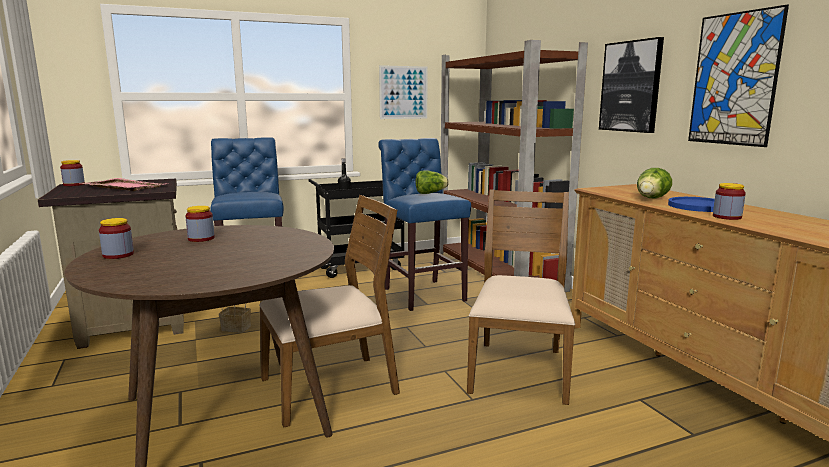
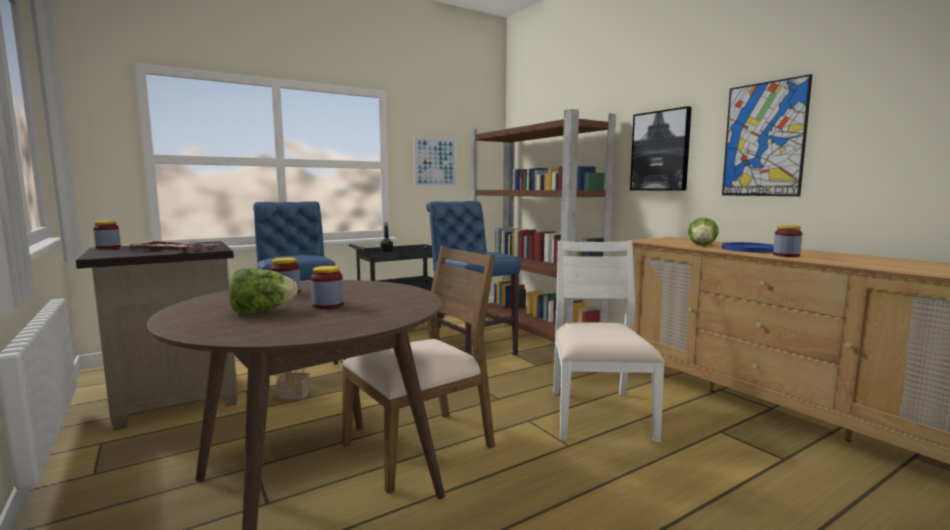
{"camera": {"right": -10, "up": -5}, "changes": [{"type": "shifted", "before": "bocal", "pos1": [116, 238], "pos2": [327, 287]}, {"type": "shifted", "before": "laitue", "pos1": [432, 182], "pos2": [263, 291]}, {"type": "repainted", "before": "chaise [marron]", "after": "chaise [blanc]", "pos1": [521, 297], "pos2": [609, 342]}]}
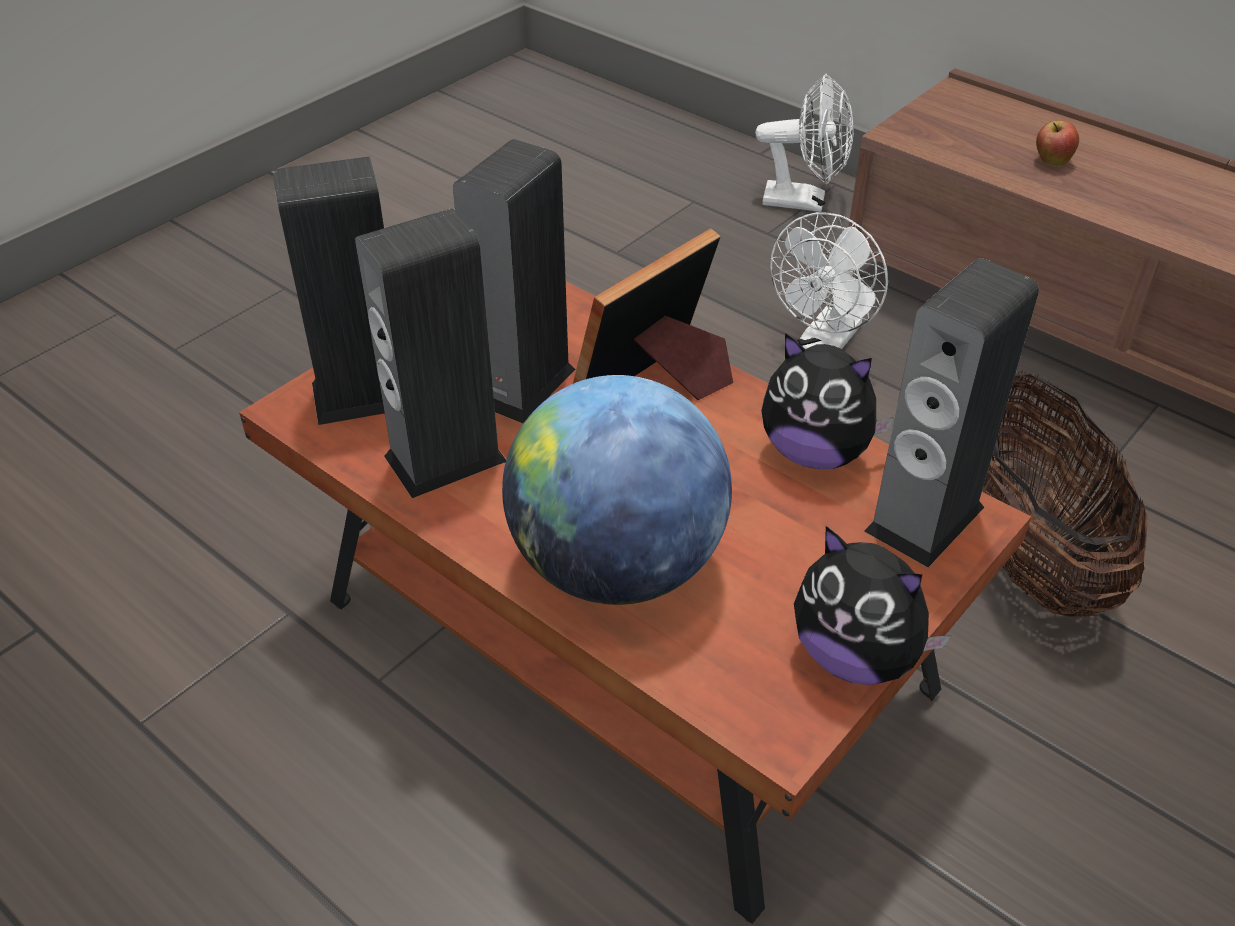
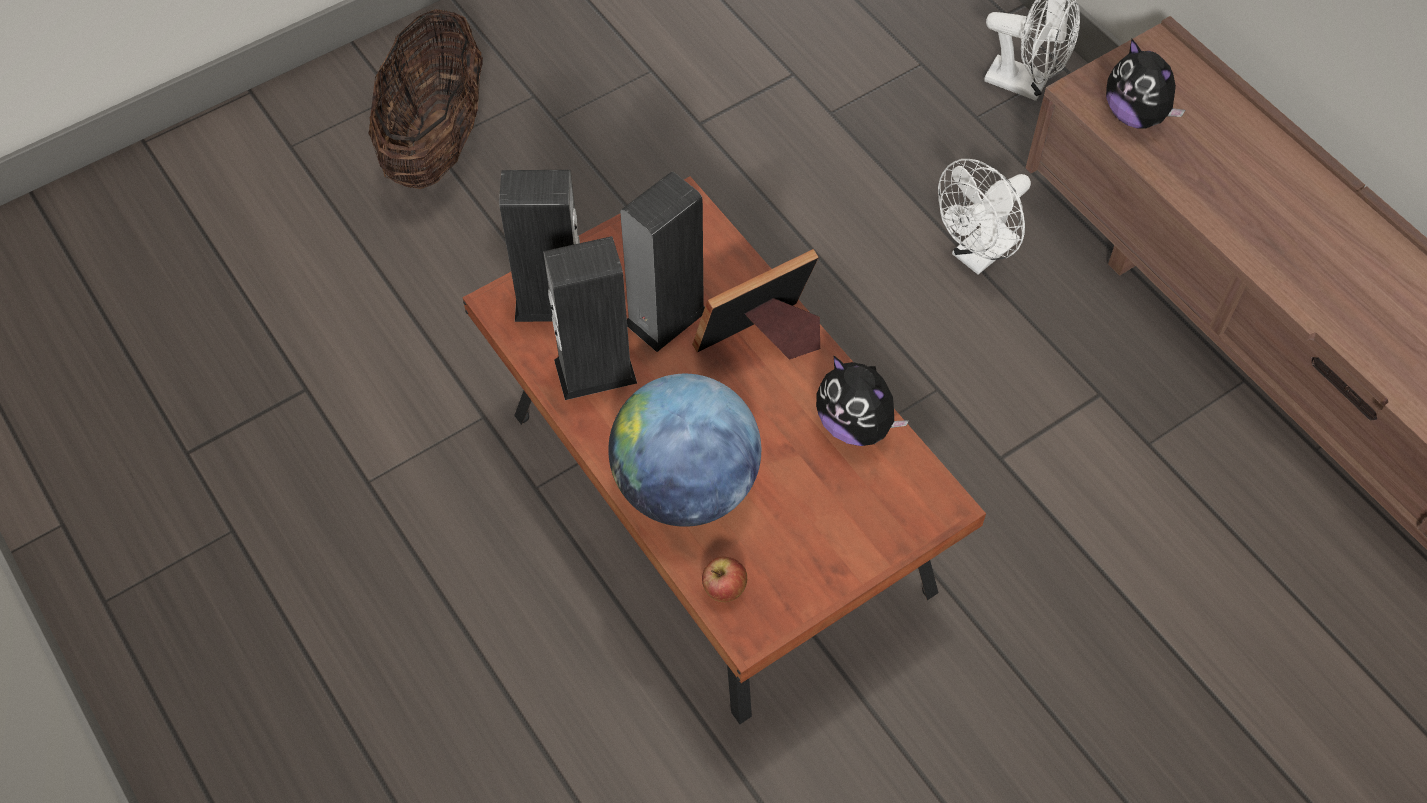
{"camera": {"right": 15, "up": 15}, "changes": [{"type": "shifted", "before": "peluche", "pos1": [872, 605], "pos2": [1145, 84]}, {"type": "gone", "before": "enceinte", "pos1": [951, 412]}, {"type": "shifted", "before": "panier", "pos1": [1065, 494], "pos2": [425, 99]}, {"type": "shifted", "before": "pomme", "pos1": [1057, 144], "pos2": [724, 579]}]}
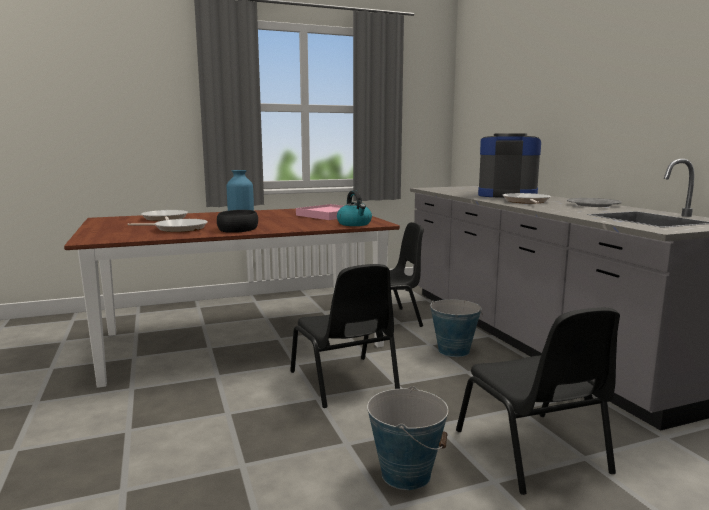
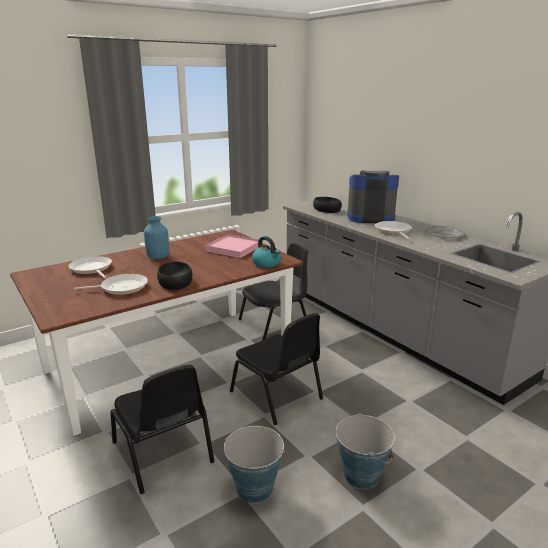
{"camera": {"right": -15, "up": 10}, "changes": [{"type": "shifted", "before": "seau", "pos1": [456, 328], "pos2": [254, 464]}, {"type": "shifted", "before": "chaise [noir]", "pos1": [538, 401], "pos2": [162, 429]}, {"type": "new", "after": "bol [noir]", "pos2": [327, 205]}]}
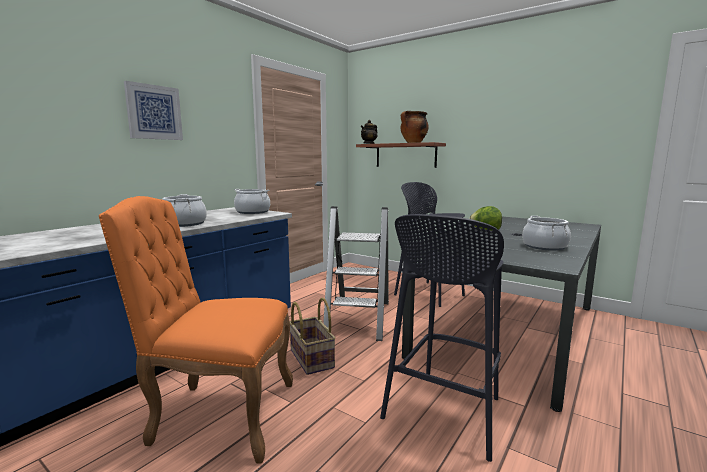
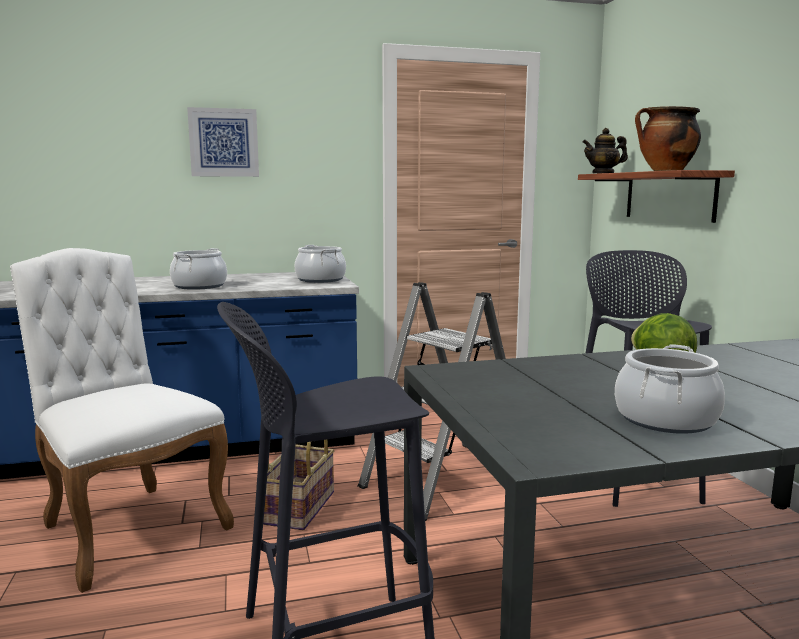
{"camera": {"right": 40, "up": 0}, "changes": [{"type": "repainted", "before": "chaise [orange]", "after": "chaise [blanc]", "pos1": [196, 329], "pos2": [122, 420]}]}
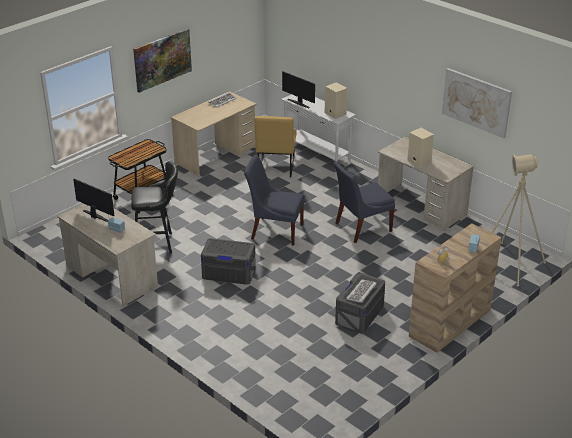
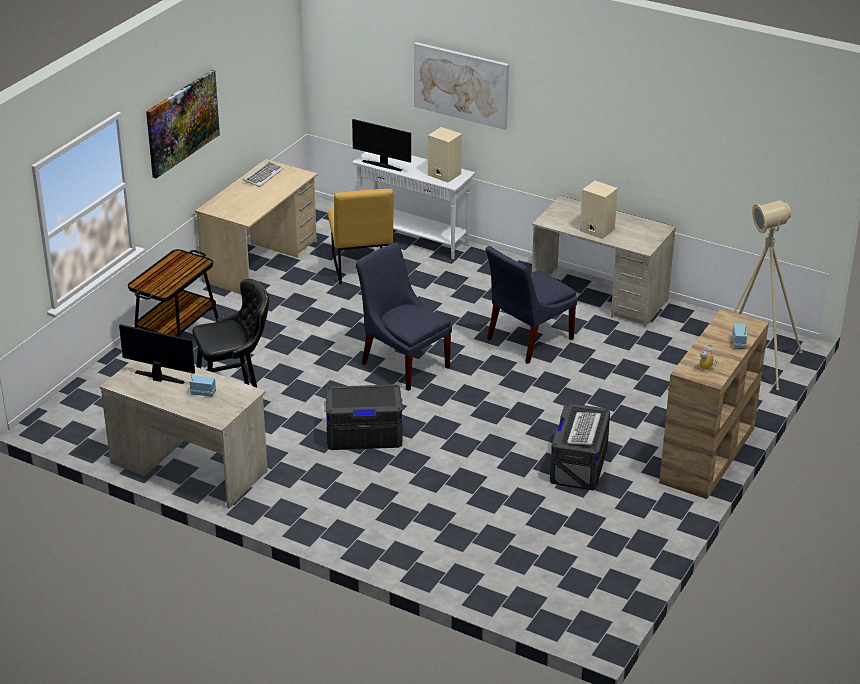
{"camera": {"right": -15, "up": 0}, "changes": [{"type": "rotated", "before": "chaise [bleu]", "pos1": [274, 200], "pos2": [404, 317], "turn": 45}, {"type": "shifted", "before": "tableau", "pos1": [477, 103], "pos2": [461, 86]}]}
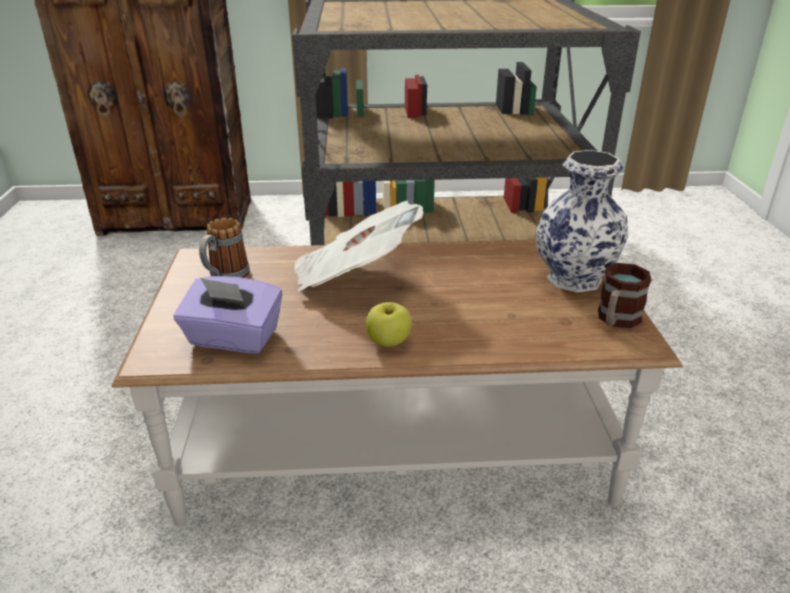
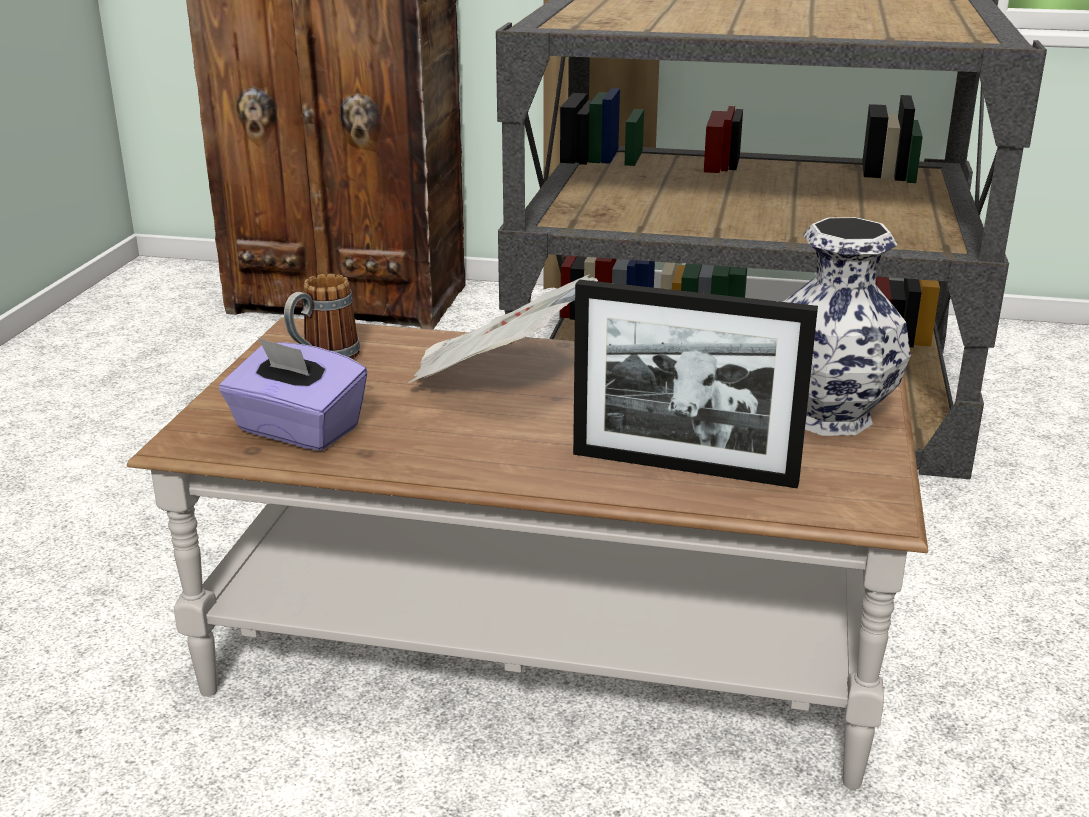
{"camera": {"right": 15, "up": -5}, "changes": [{"type": "gone", "before": "pomme", "pos1": [389, 324]}, {"type": "gone", "before": "mug", "pos1": [624, 295]}, {"type": "new", "after": "cadre photo", "pos2": [695, 384]}]}
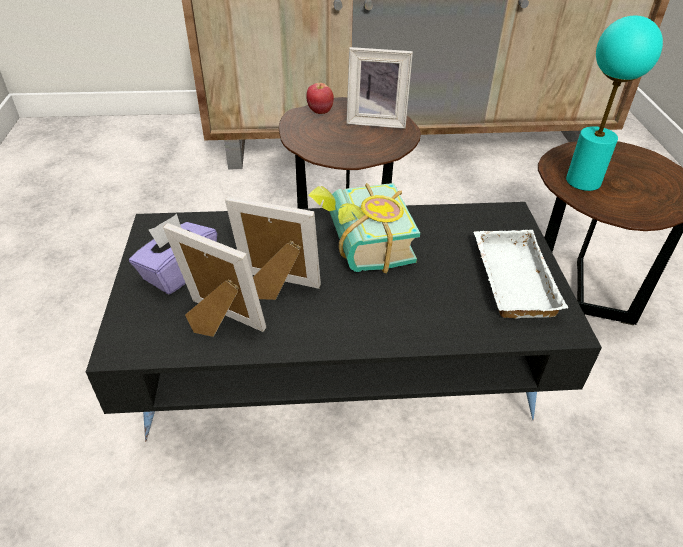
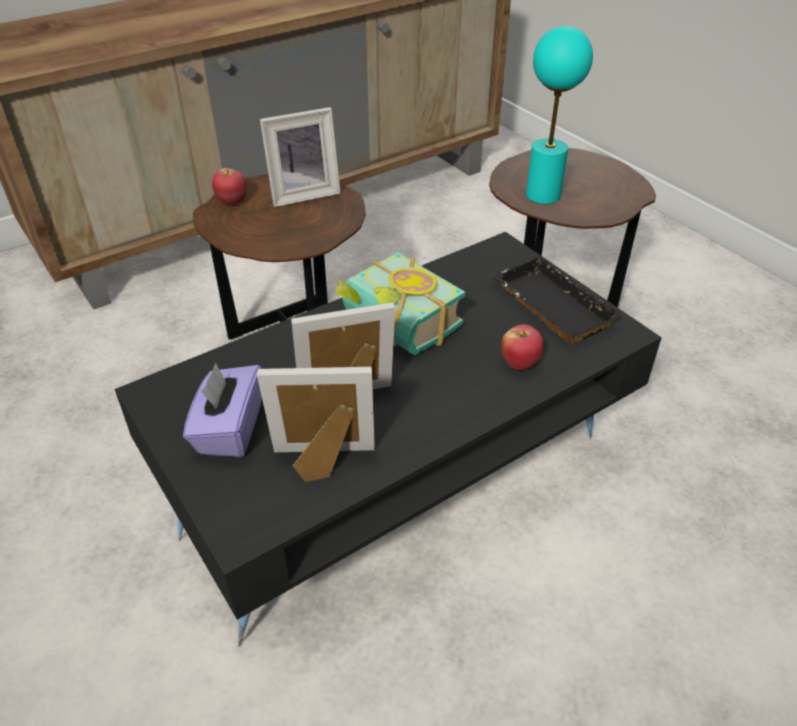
{"camera": {"right": -30, "up": 0}, "changes": [{"type": "repainted", "before": "plateau [blanc]", "after": "plateau [noir]", "pos1": [521, 274], "pos2": [557, 299]}, {"type": "new", "after": "pomme", "pos2": [522, 347]}]}
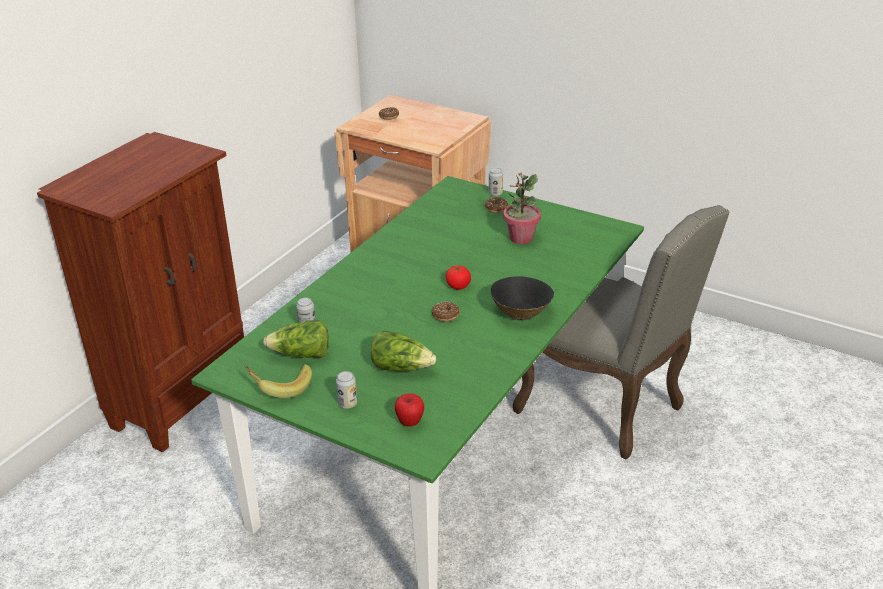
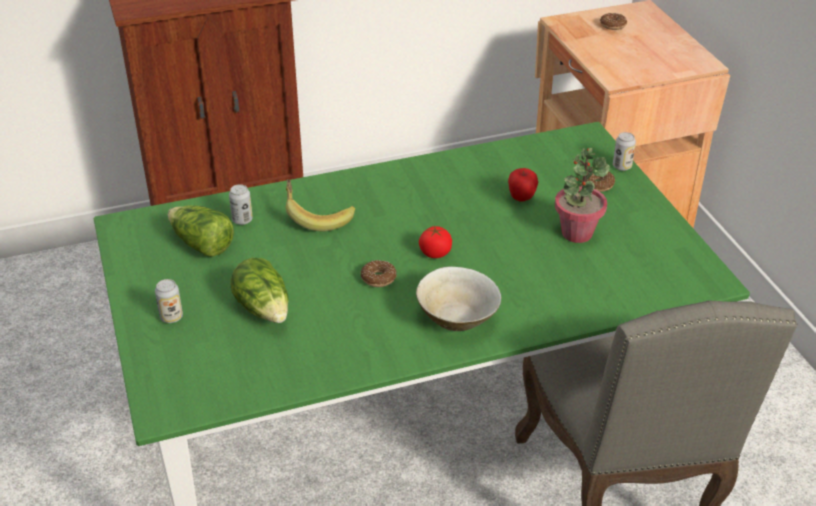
{"camera": {"right": 40, "up": 5}, "changes": [{"type": "shifted", "before": "banane", "pos1": [278, 381], "pos2": [320, 205]}, {"type": "shifted", "before": "pomme", "pos1": [409, 409], "pos2": [523, 185]}, {"type": "repainted", "before": "bol [noir]", "after": "bol [beige]", "pos1": [522, 298], "pos2": [458, 298]}]}
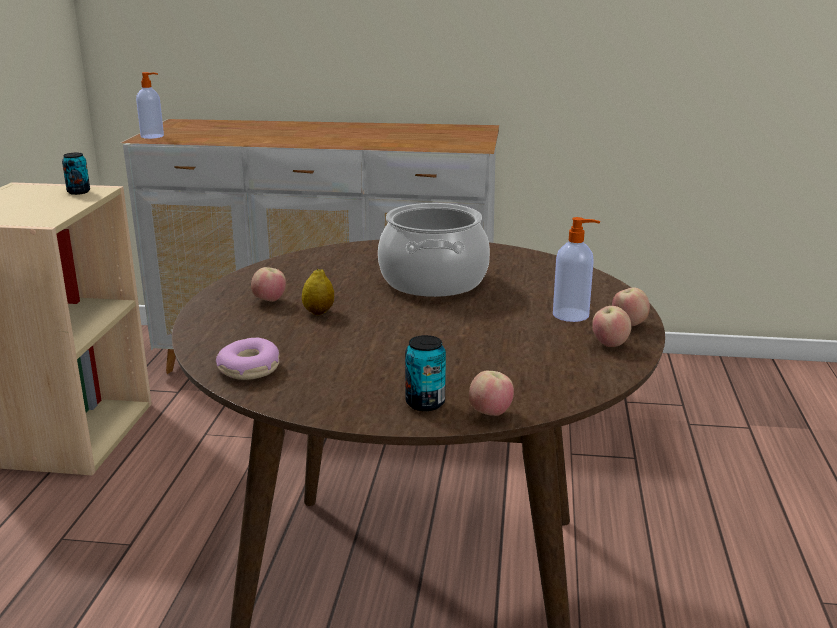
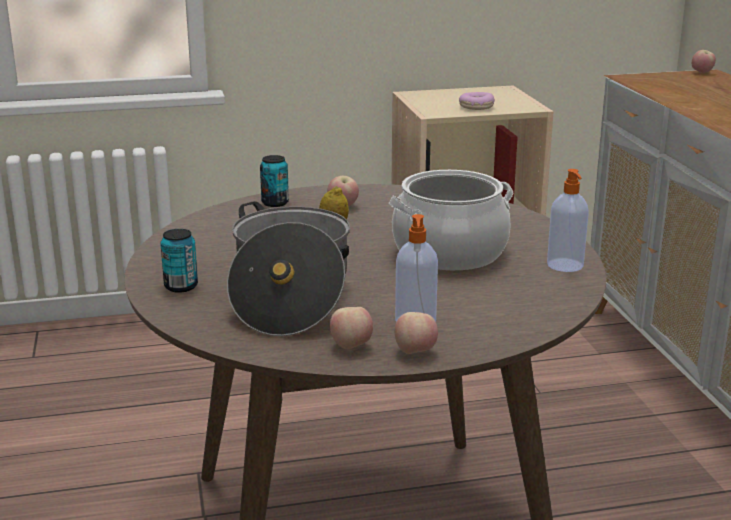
{"camera": {"right": 70, "up": 0}, "changes": [{"type": "shifted", "before": "boîte métallique", "pos1": [76, 174], "pos2": [274, 181]}, {"type": "shifted", "before": "distributeur de savon", "pos1": [150, 105], "pos2": [568, 220]}, {"type": "shifted", "before": "beignet", "pos1": [247, 359], "pos2": [477, 101]}, {"type": "shifted", "before": "pomme", "pos1": [491, 393], "pos2": [704, 61]}, {"type": "new", "after": "marmite", "pos2": [288, 268]}]}
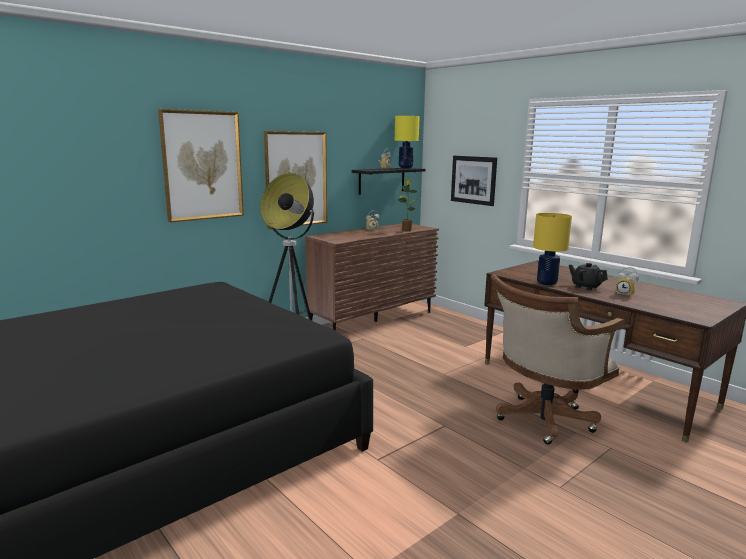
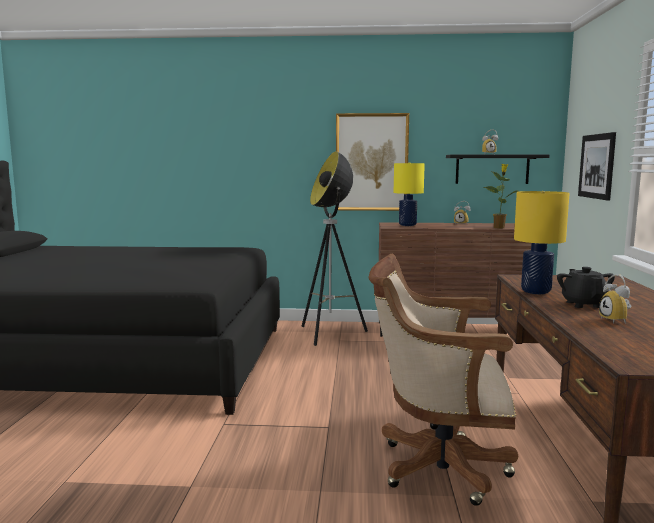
{"camera": {"right": 45, "up": -5}, "changes": [{"type": "gone", "before": "tableau", "pos1": [201, 166]}, {"type": "shifted", "before": "lampe de table [jaune]", "pos1": [407, 141], "pos2": [409, 194]}]}
